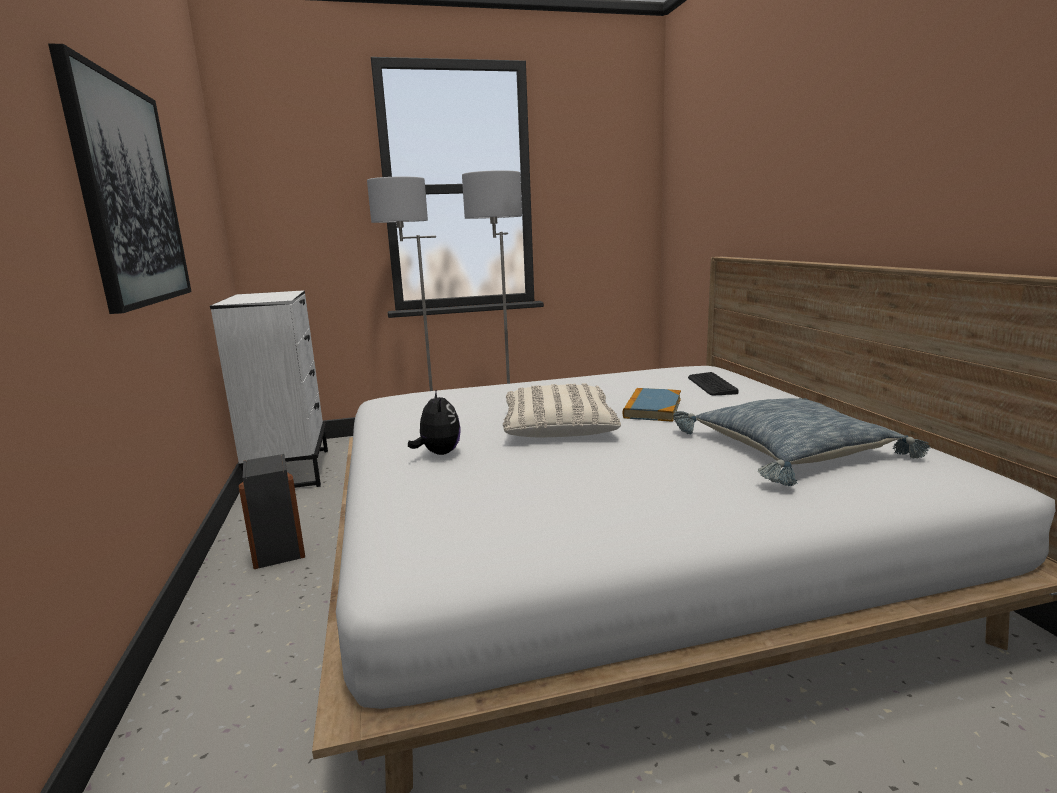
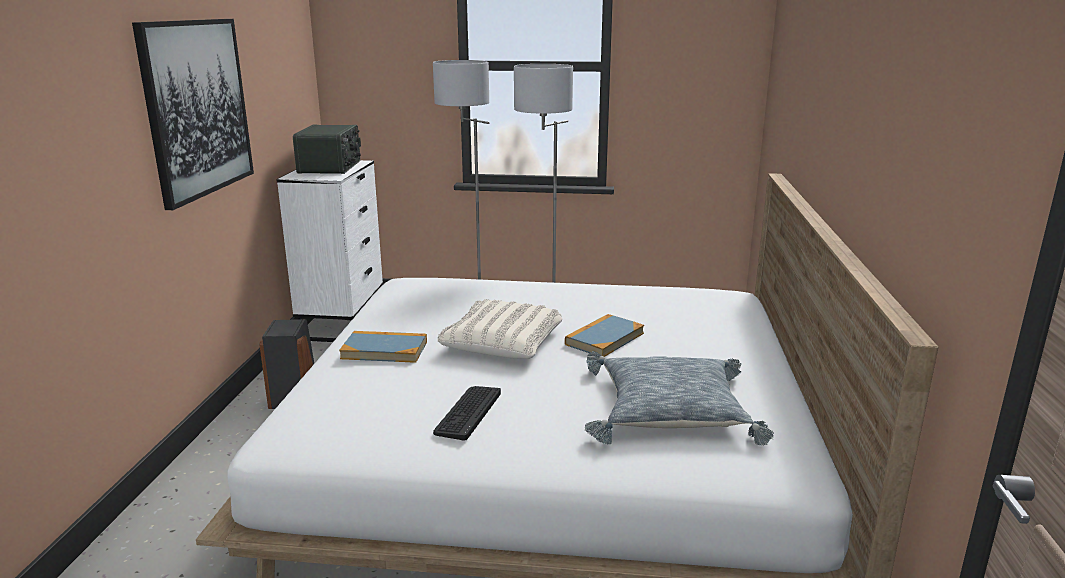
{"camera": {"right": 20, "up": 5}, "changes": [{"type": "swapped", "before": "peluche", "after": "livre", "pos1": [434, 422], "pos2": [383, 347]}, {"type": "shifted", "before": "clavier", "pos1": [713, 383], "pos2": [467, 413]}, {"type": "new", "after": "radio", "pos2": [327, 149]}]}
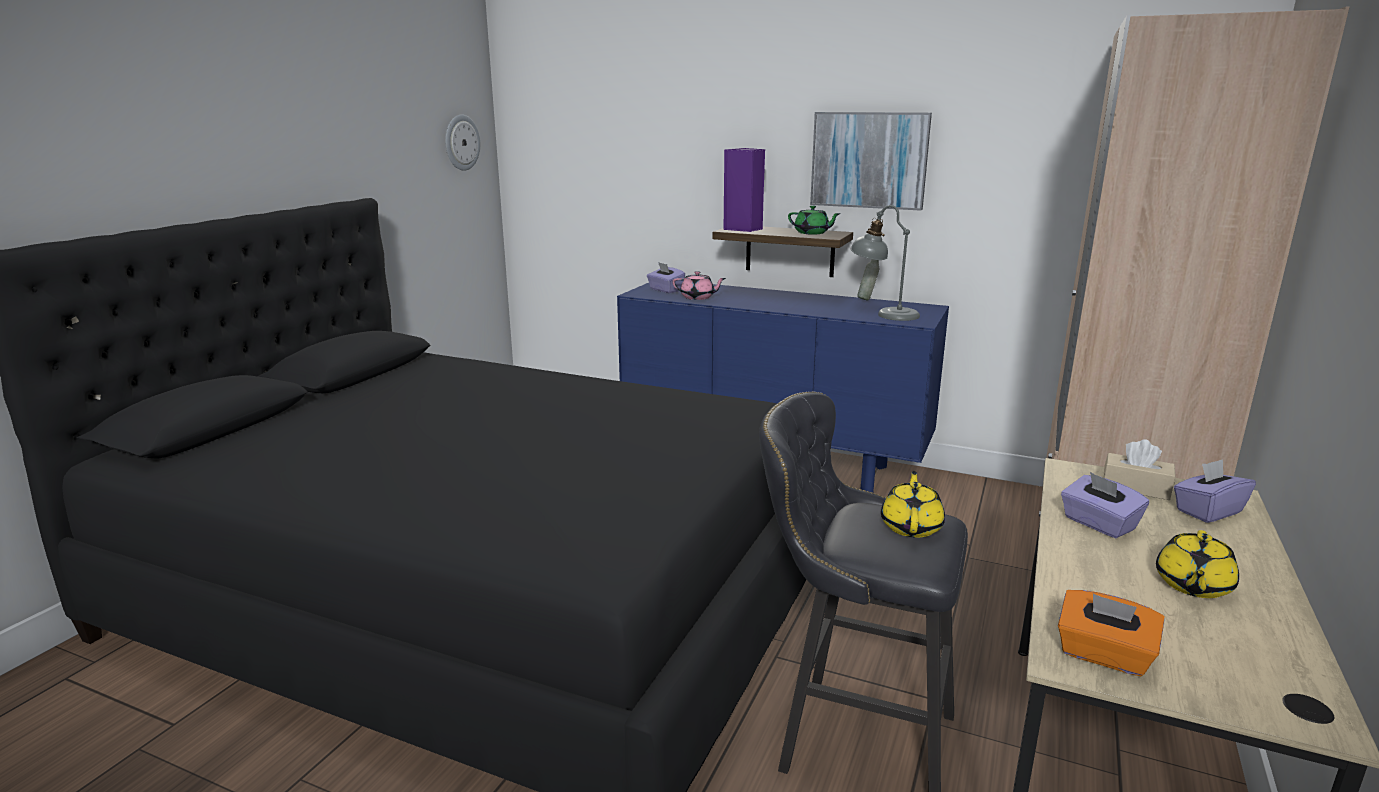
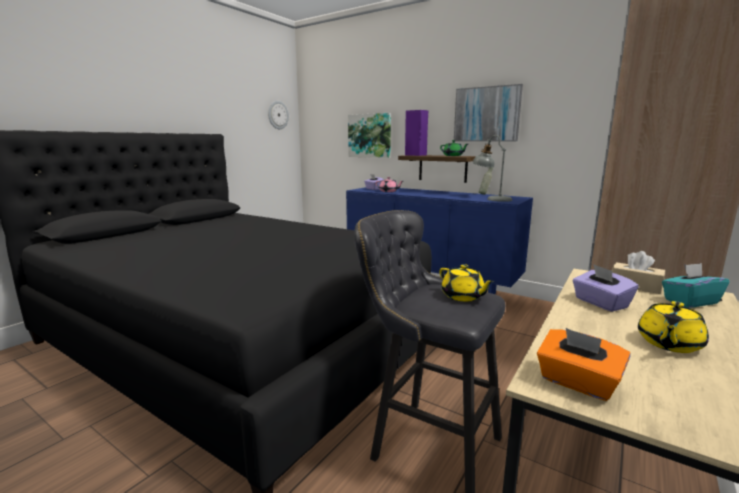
{"camera": {"right": 10, "up": -5}, "changes": [{"type": "rotated", "before": "théière [jaune]", "pos1": [913, 504], "pos2": [467, 283], "turn": 120}, {"type": "repainted", "before": "boîte à mouchoirs [violet]", "after": "boîte à mouchoirs [turquoise]", "pos1": [1215, 491], "pos2": [695, 285]}, {"type": "new", "after": "tableau", "pos2": [369, 135]}]}
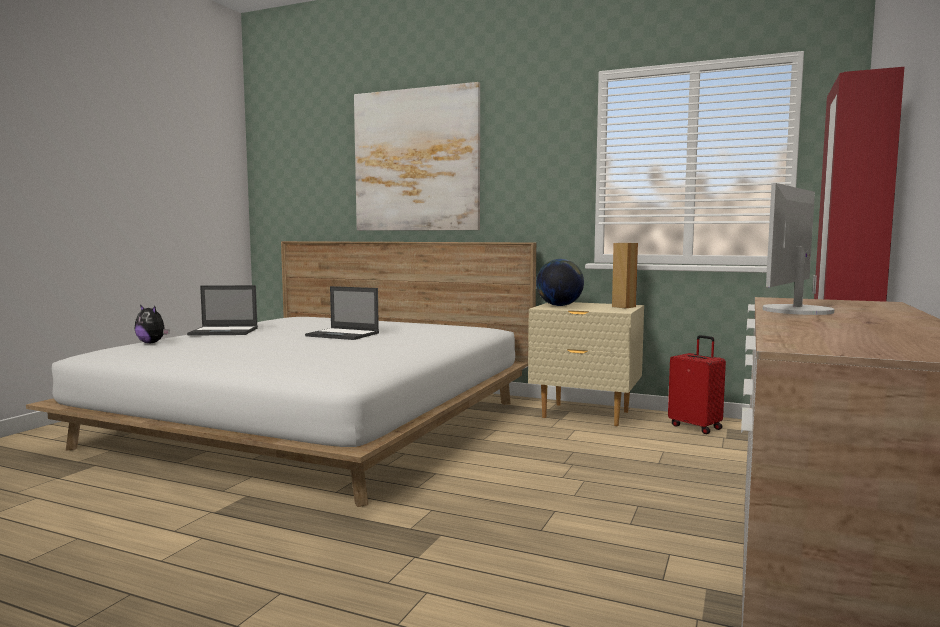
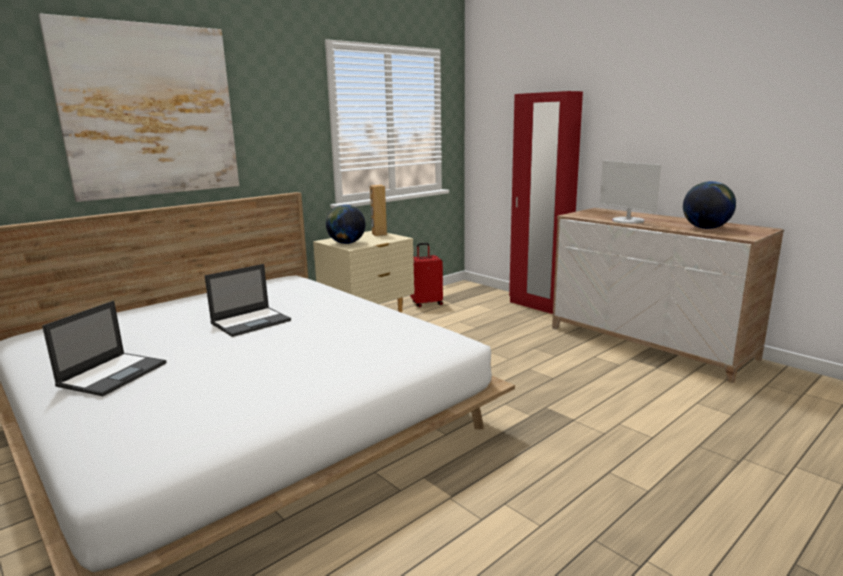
{"camera": {"right": -65, "up": 10}, "changes": [{"type": "gone", "before": "peluche", "pos1": [152, 324]}, {"type": "new", "after": "globe", "pos2": [709, 205]}]}
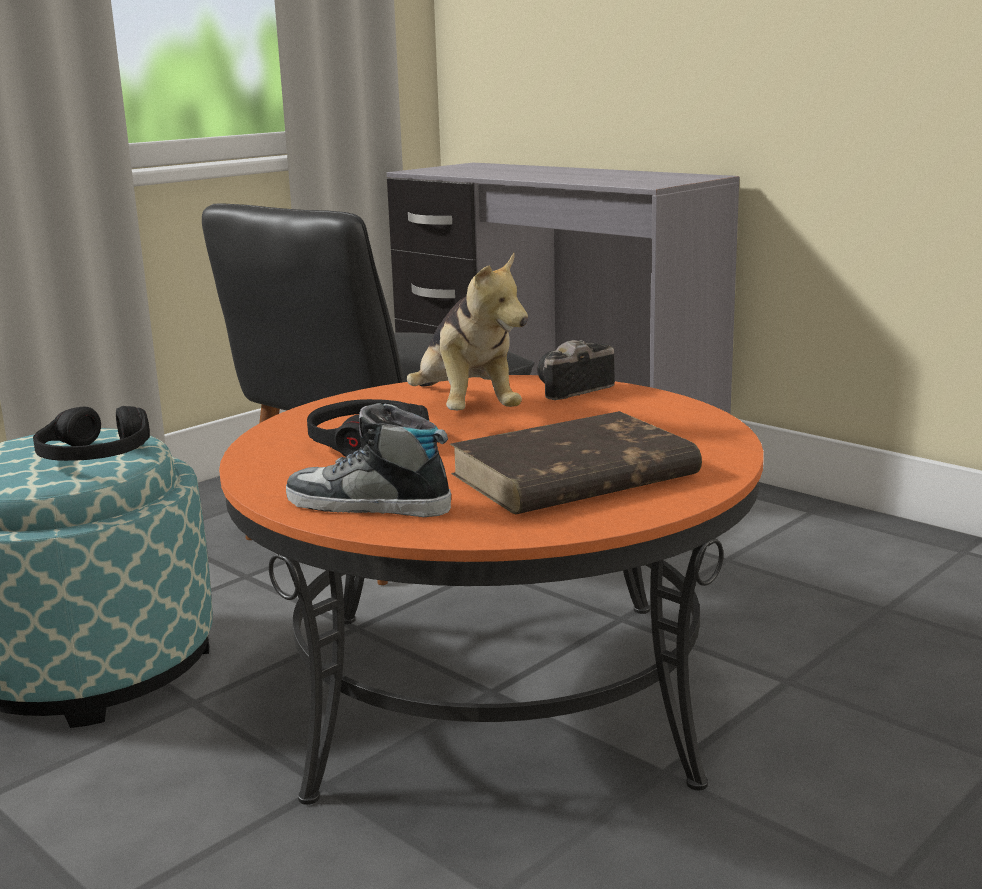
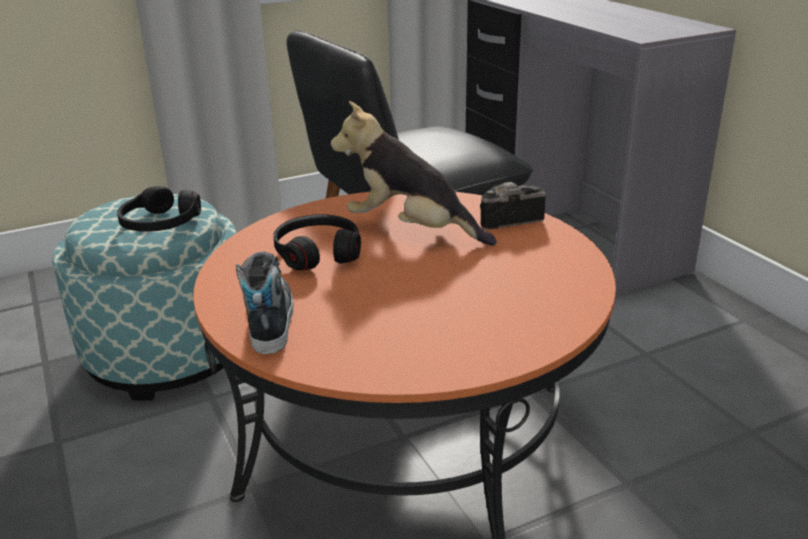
{"camera": {"right": 20, "up": 10}, "changes": [{"type": "rotated", "before": "chaussure", "pos1": [368, 460], "pos2": [264, 303], "turn": 45}, {"type": "rotated", "before": "peluche", "pos1": [467, 331], "pos2": [414, 173], "turn": 120}, {"type": "gone", "before": "livre [marron]", "pos1": [576, 462]}]}
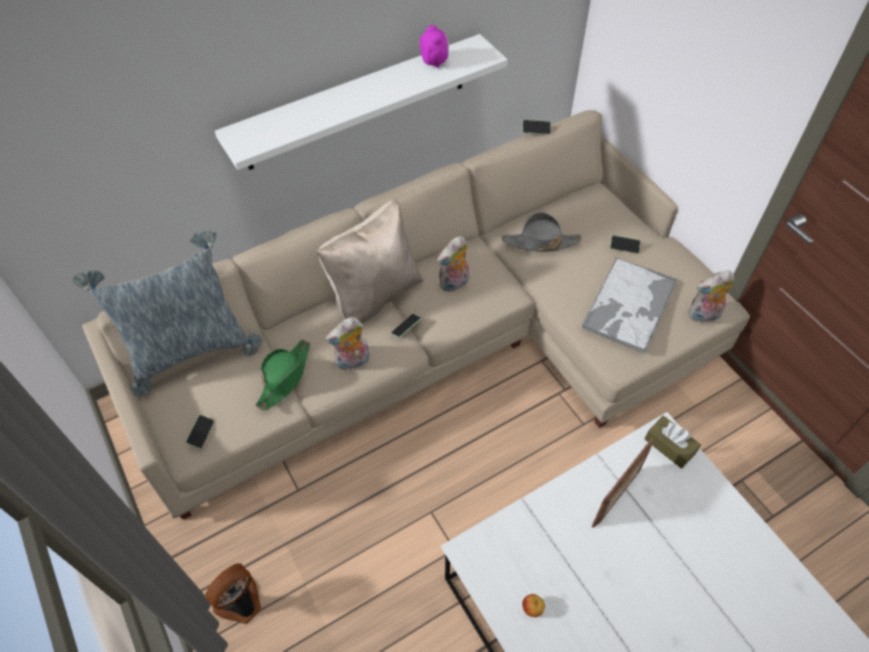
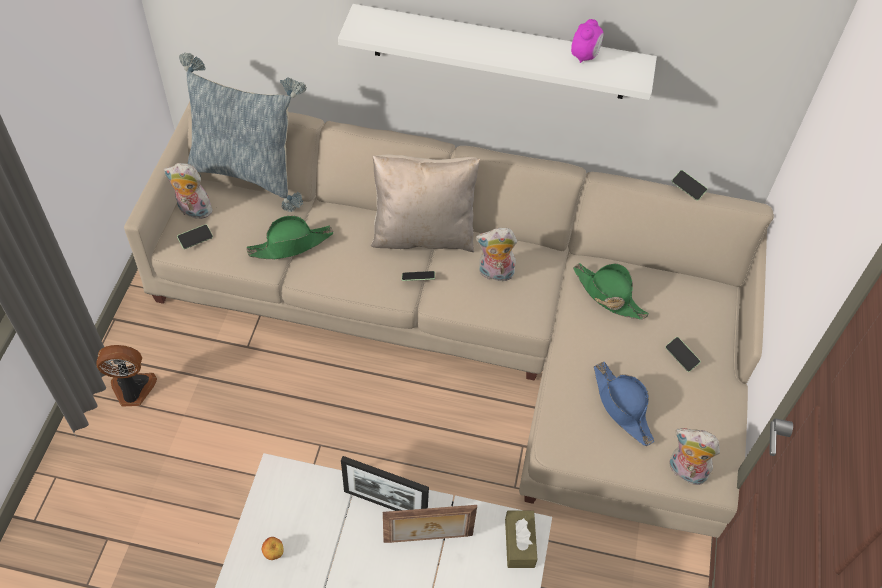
{"camera": {"right": 40, "up": 0}, "changes": [{"type": "shifted", "before": "peluche", "pos1": [347, 344], "pos2": [189, 191]}, {"type": "repainted", "before": "chapeau [gris]", "after": "chapeau [vert]", "pos1": [541, 232], "pos2": [611, 291]}, {"type": "swapped", "before": "plateau", "after": "chapeau [bleu]", "pos1": [629, 305], "pos2": [624, 404]}, {"type": "new", "after": "cadre photo", "pos2": [385, 483]}]}
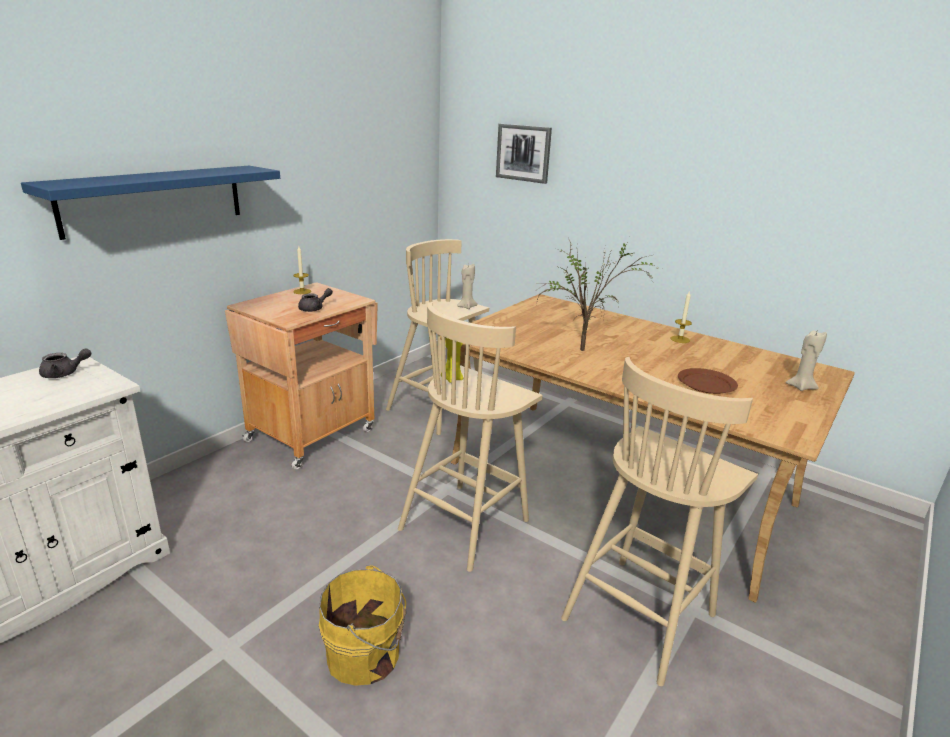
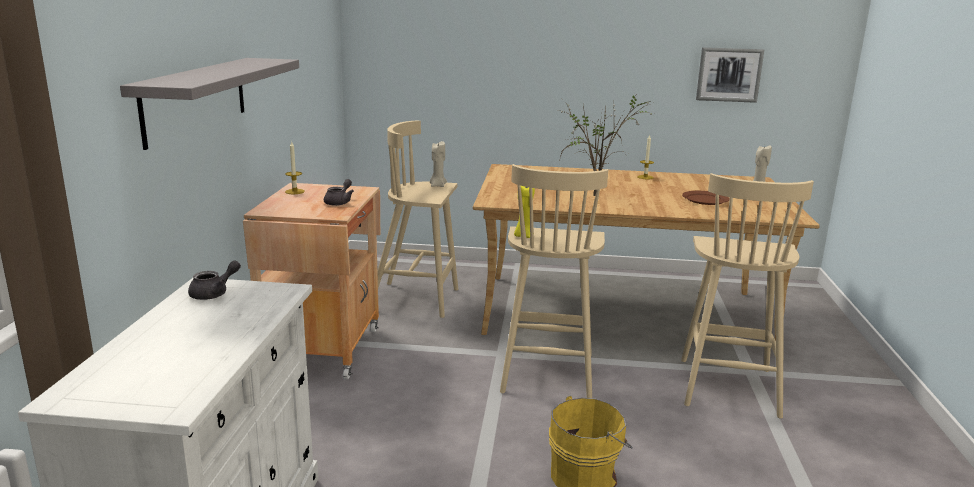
{"camera": {"right": -30, "up": -5}, "changes": [{"type": "repainted", "before": "étagère [bleu]", "after": "étagère [gris]", "pos1": [150, 203], "pos2": [209, 104]}, {"type": "shifted", "before": "tableau", "pos1": [524, 154], "pos2": [730, 75]}]}
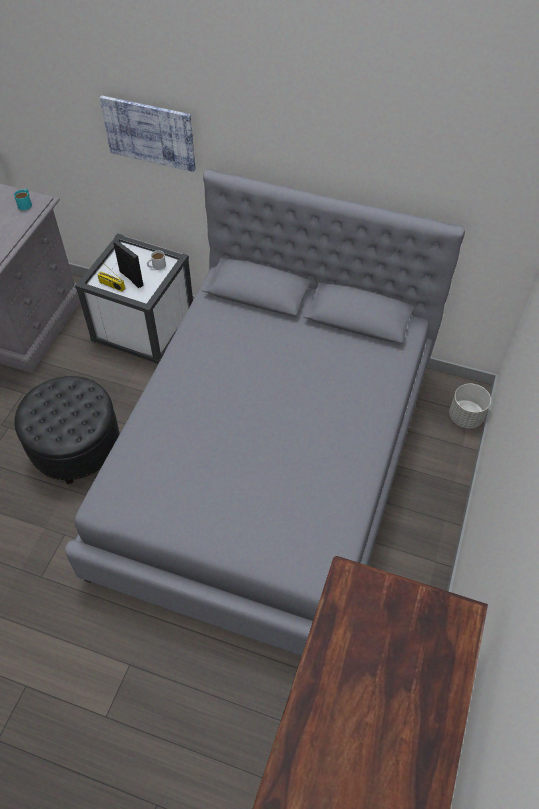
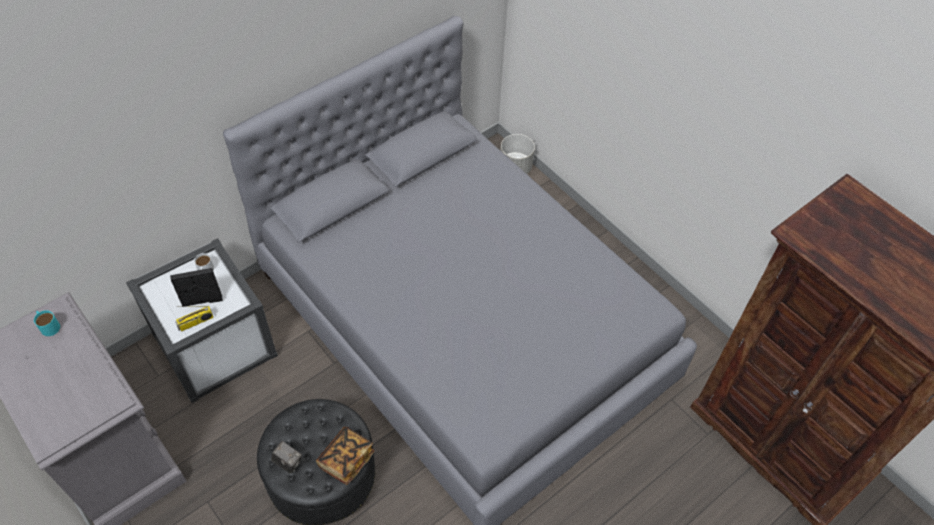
{"camera": {"right": -60, "up": 0}, "changes": [{"type": "gone", "before": "tableau", "pos1": [148, 133]}, {"type": "new", "after": "appareil photo", "pos2": [286, 457]}, {"type": "new", "after": "livre", "pos2": [345, 456]}]}
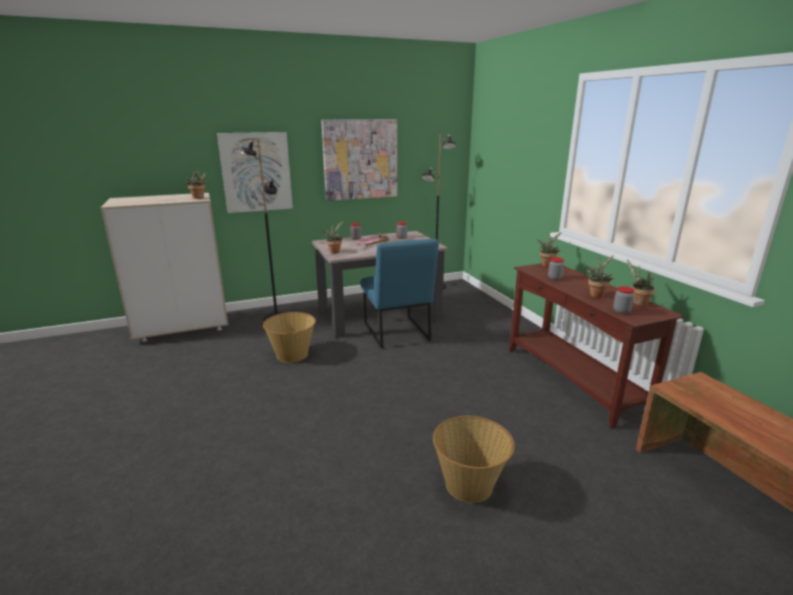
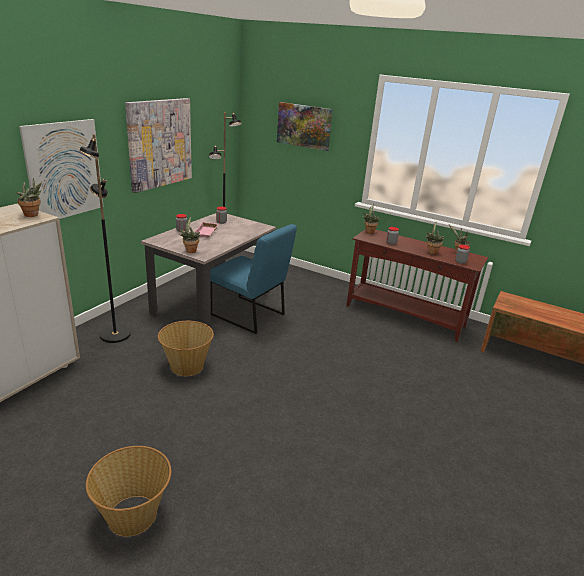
{"camera": {"right": -40, "up": 5}, "changes": [{"type": "shifted", "before": "panier", "pos1": [474, 459], "pos2": [128, 491]}, {"type": "new", "after": "tableau", "pos2": [305, 126]}]}
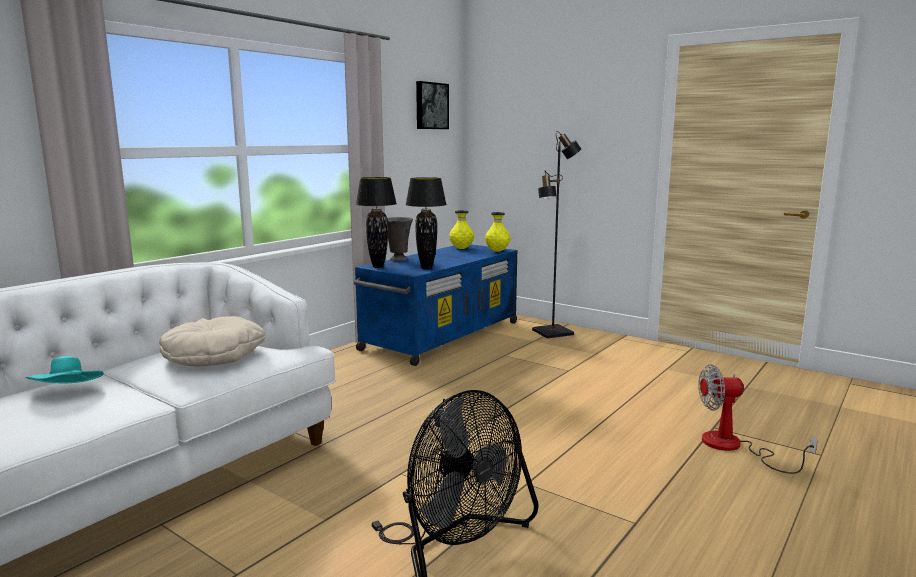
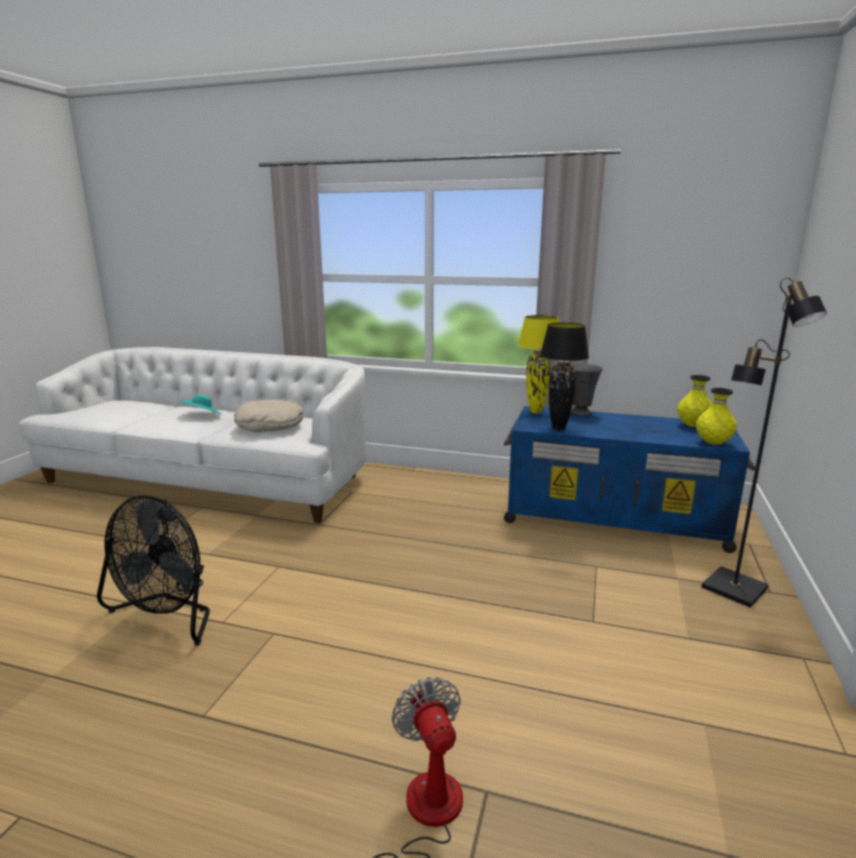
{"camera": {"right": 70, "up": 5}, "changes": [{"type": "repainted", "before": "lampe de table [noir]", "after": "lampe de table [jaune]", "pos1": [376, 222], "pos2": [538, 364]}, {"type": "gone", "before": "tableau", "pos1": [432, 105]}]}
